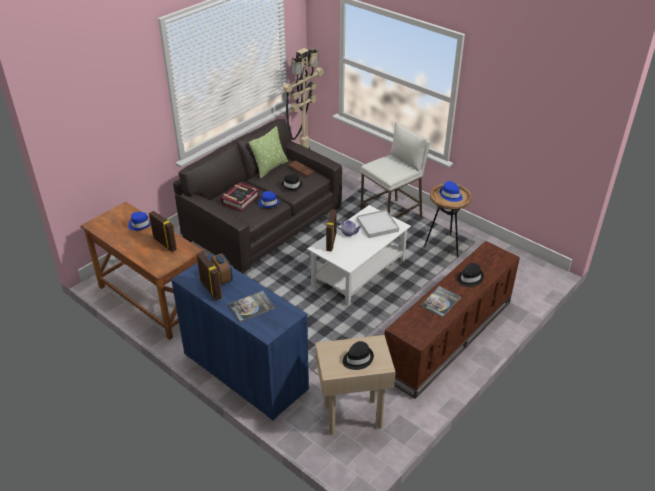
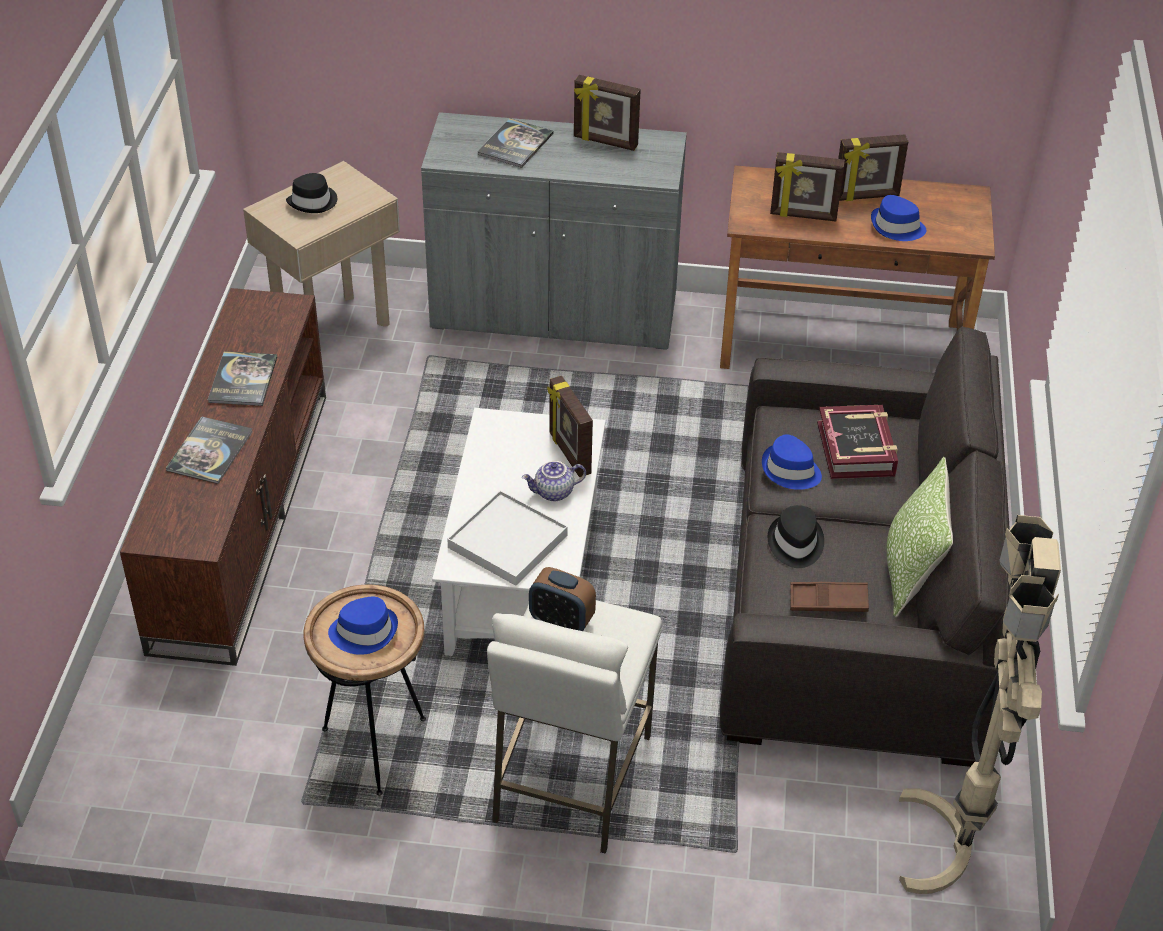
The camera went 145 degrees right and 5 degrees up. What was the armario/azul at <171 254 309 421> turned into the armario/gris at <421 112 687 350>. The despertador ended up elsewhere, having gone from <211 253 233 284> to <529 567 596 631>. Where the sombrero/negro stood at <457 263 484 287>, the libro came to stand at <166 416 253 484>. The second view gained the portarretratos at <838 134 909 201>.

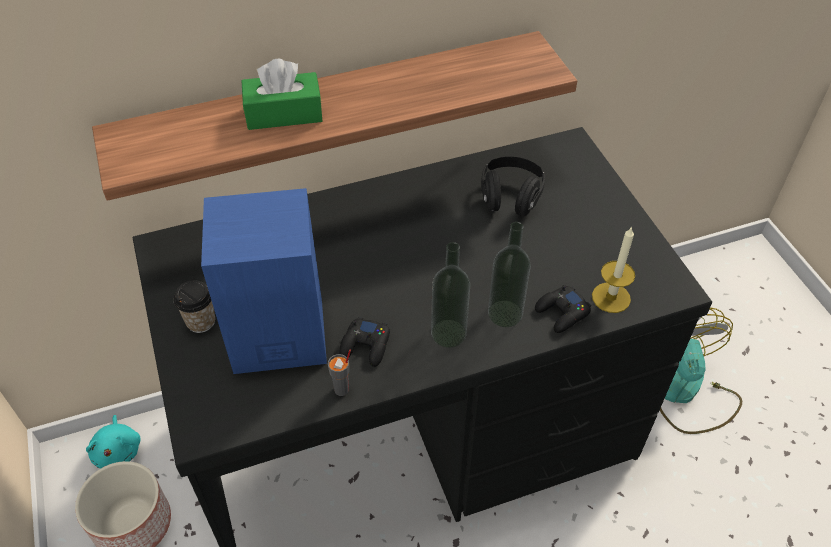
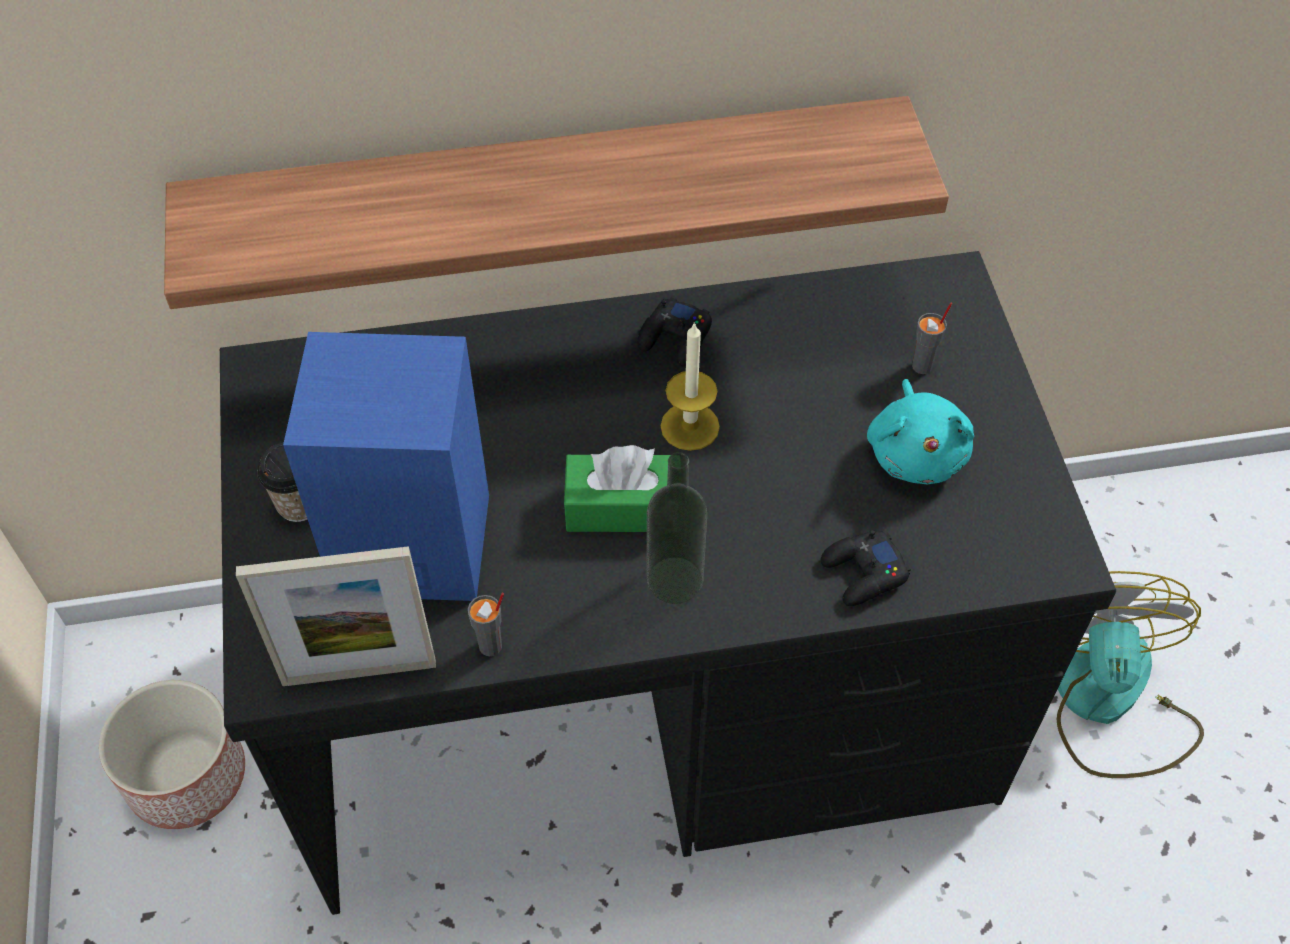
The camera went 10 degrees right and 5 degrees up. The peluche/turquesa ended up elsewhere, having gone from <86 415 140 468> to <867 379 974 484>. The caja de pañuelos/verde ended up elsewhere, having gone from <241 58 322 130> to <564 445 670 532>. The mando de consola/negro ended up elsewhere, having gone from <339 317 390 367> to <637 297 712 367>. The second view lost the auriculares/negro at <481 157 545 216>. The second view lost the botella at <488 222 531 327>. The vela ended up elsewhere, having gone from <592 226 635 313> to <661 322 720 451>. The second view gained the portarretratos at <236 546 436 686>. The second view gained the taza/gris at <912 303 952 374>.

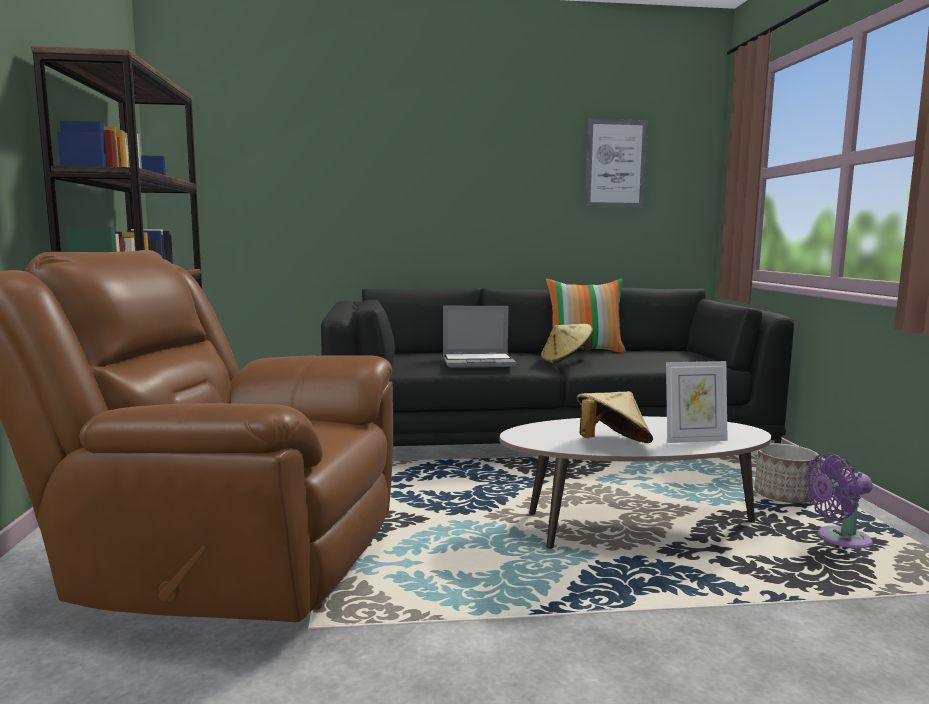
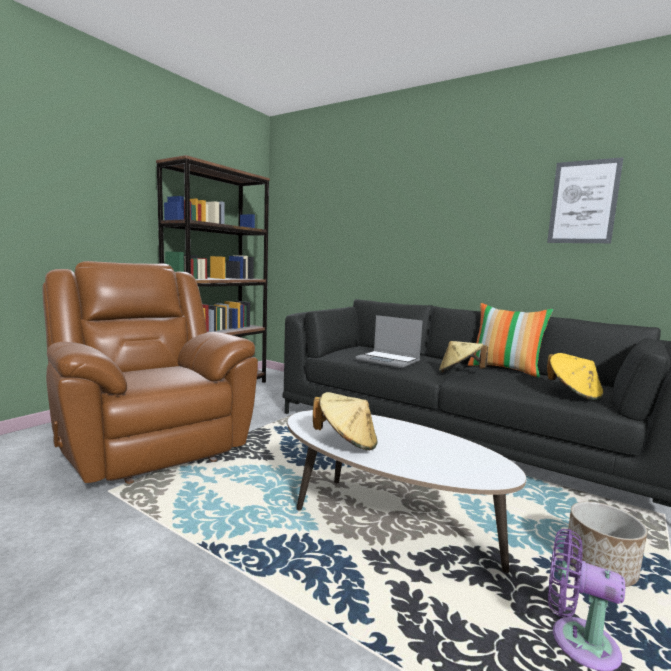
The camera went 40 degrees right and 0 degrees up. The second view lost the portarretratos at <666 361 728 443>. The second view gained the sombrero/amarillo at <547 353 603 400>.

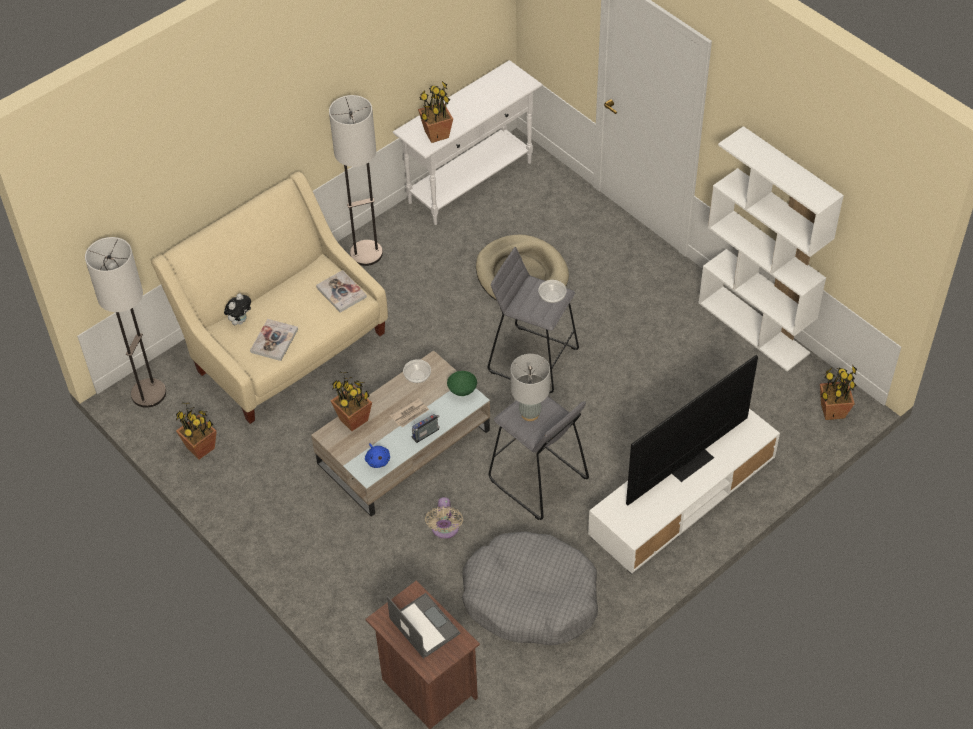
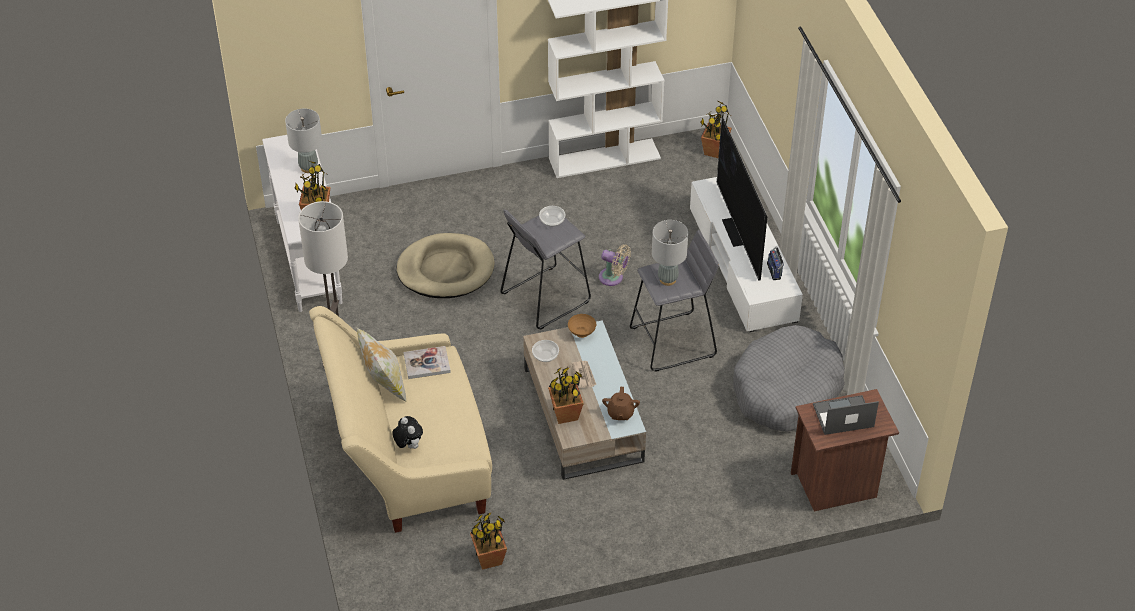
The camera went 65 degrees left and 5 degrees down. The second view lost the lámpara de pie at <85 237 166 408>. The second view lost the libro at <250 319 298 361>. Where the peluche/azul stood at <365 443 390 468>, the tetera/marrón came to stand at <602 386 640 420>. The radio ended up elsewhere, having gone from <412 414 440 443> to <767 246 784 280>. The ventilador/beis ended up elsewhere, having gone from <425 497 463 539> to <599 245 631 286>. What was the cuenco/verde at <447 371 477 396> turned into the cuenco/marrón at <568 314 596 338>. The second view gained the lámpara de mesa/gris at <285 109 322 173>. The second view gained the cojín at <357 328 406 402>.

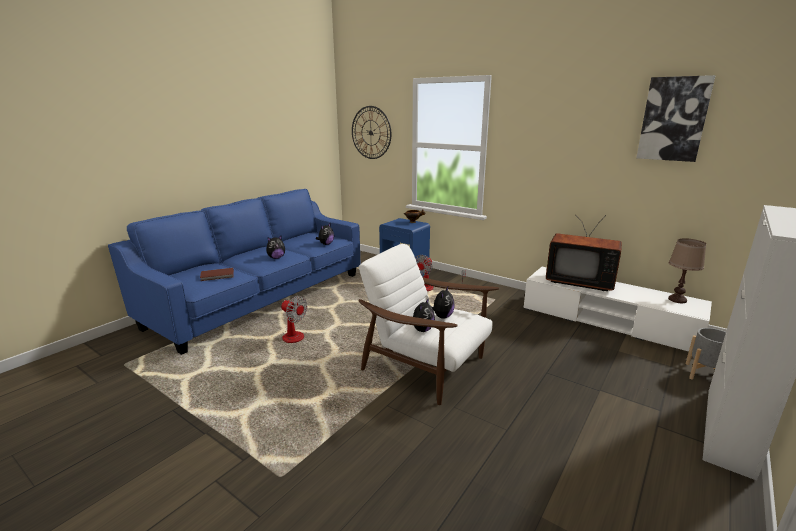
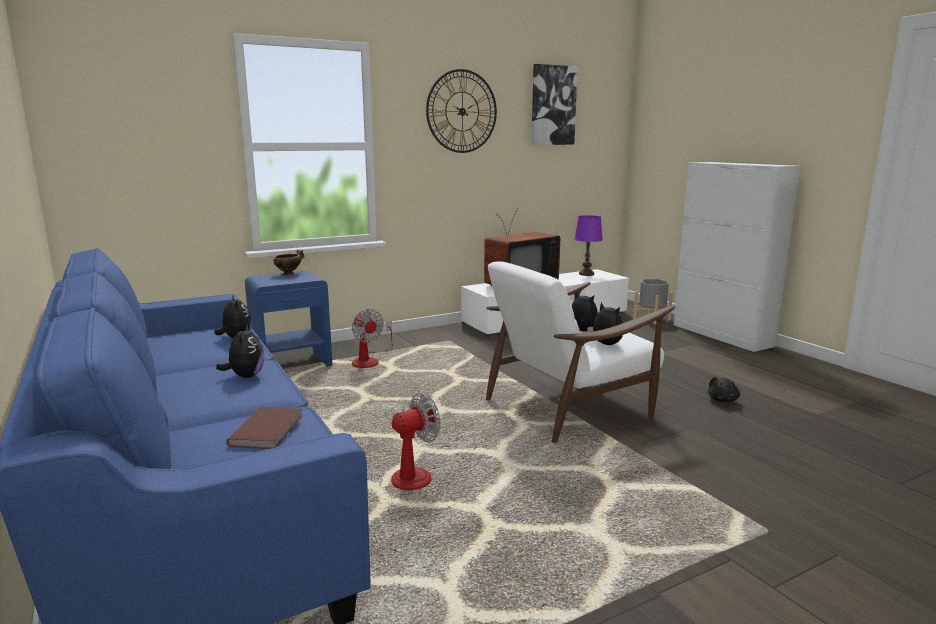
The camera went 65 degrees left and 5 degrees down. The reloj de pared ended up elsewhere, having gone from <352 106 391 159> to <426 69 497 153>. What was the lámpara de mesa/marrón at <668 238 706 303> turned into the lámpara de mesa/morado at <574 215 603 276>. The second view gained the peluche/negro at <708 377 740 402>.

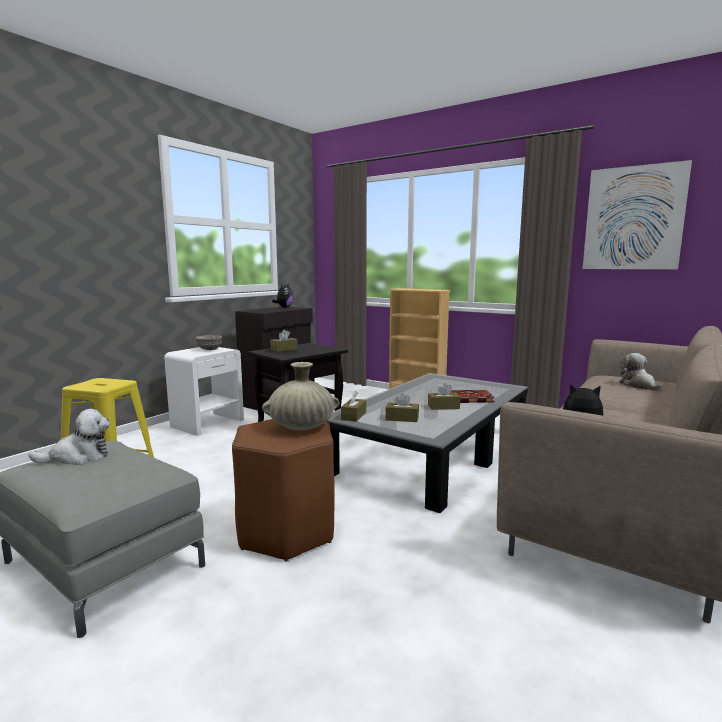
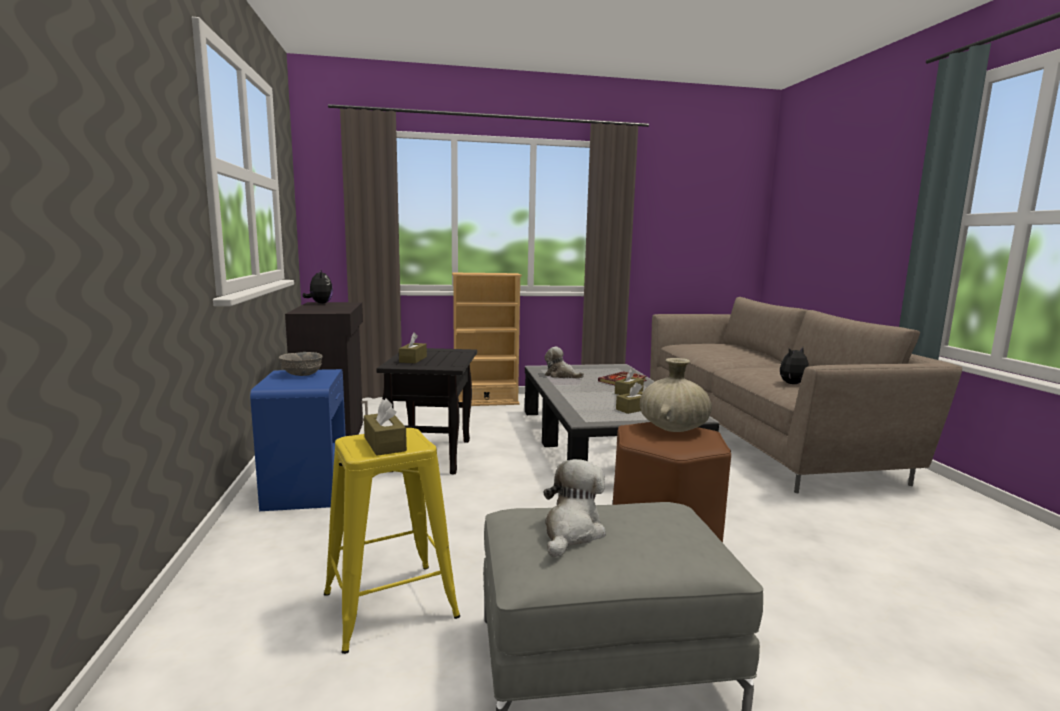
The camera went 45 degrees left and 0 degrees up. What was the mesita de noche/blanco at <164 347 244 436> turned into the mesita de noche/azul at <250 369 346 511>. The caja de pañuelos/marrón ended up elsewhere, having gone from <341 390 366 422> to <364 399 407 456>. The second view lost the cuadro at <583 160 692 269>. The peluche ended up elsewhere, having gone from <619 353 663 391> to <544 347 584 379>.

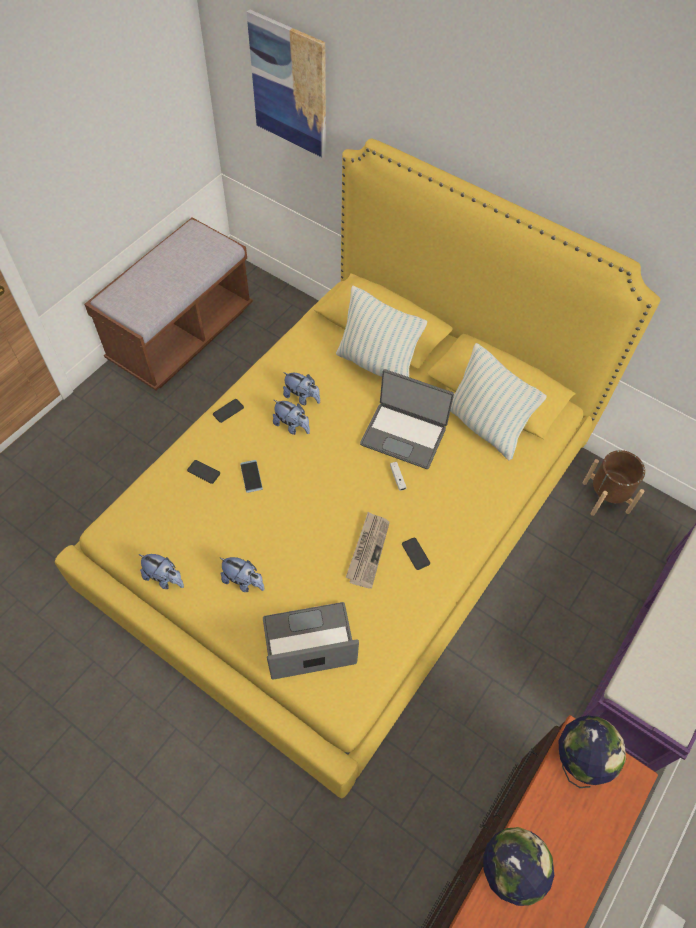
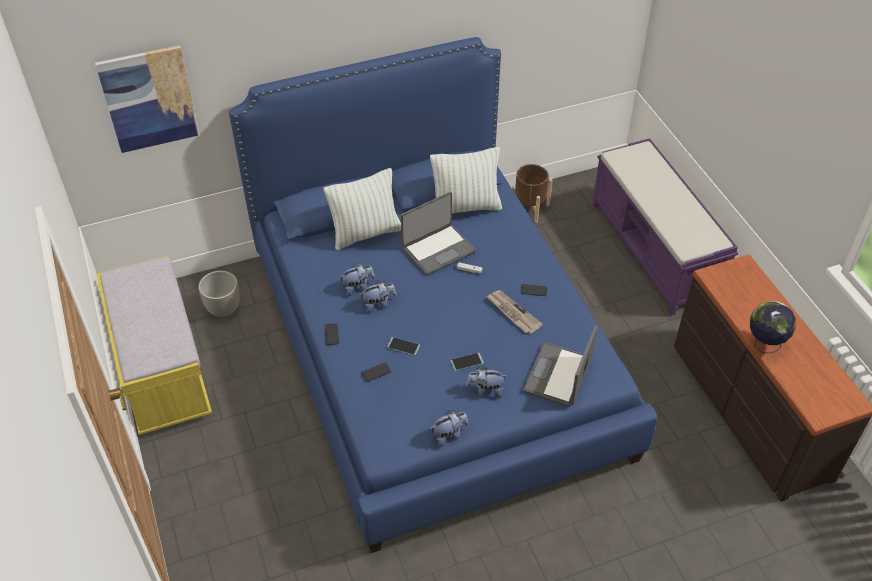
The camera went 55 degrees left and 10 degrees down. What was the cama/amarillo at <55 139 660 798> turned into the cama/azul at <229 37 657 553>. What was the banco/marrón at <84 217 253 390> turned into the banco/amarillo at <96 256 212 435>. The peluche at <220 557 264 592> ended up facing another way, 150 degrees counterclockwise from before. The second view lost the globo terráqueo at <558 716 626 788>. The second view gained the maceta at <198 271 240 317>. The second view gained the móvil at <450 353 484 371>.

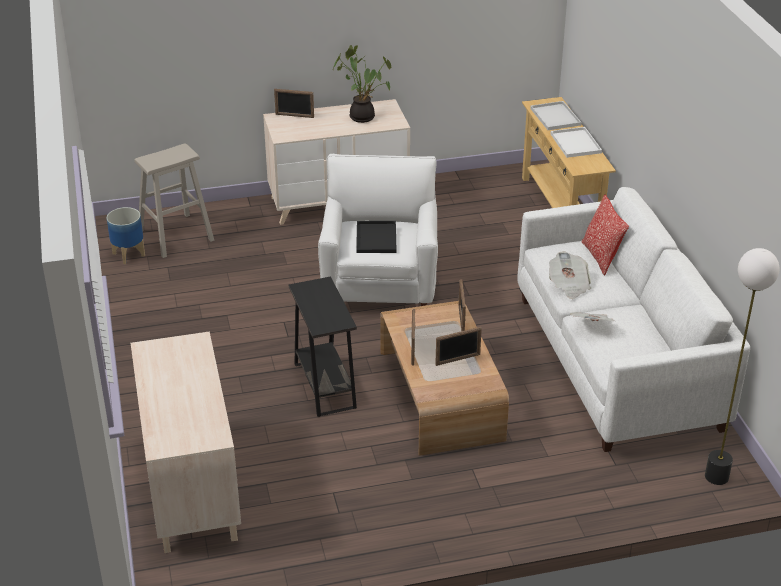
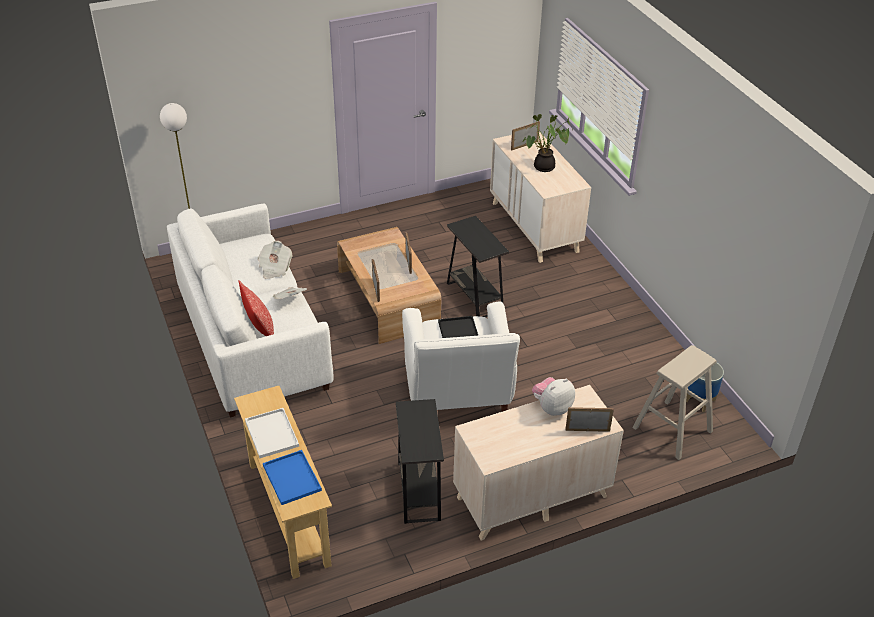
The camera went 170 degrees right and 5 degrees up. The planta en maceta ended up elsewhere, having gone from <333 45 391 123> to <522 114 571 172>. The portarretratos ended up elsewhere, having gone from <435 327 482 366> to <511 121 540 150>. What was the bandeja/blanco at <530 101 581 130> turned into the bandeja/azul at <263 450 322 505>. The second view gained the mesa auxiliar/negro at <396 399 444 524>. The second view gained the peluche at <532 377 575 416>.

